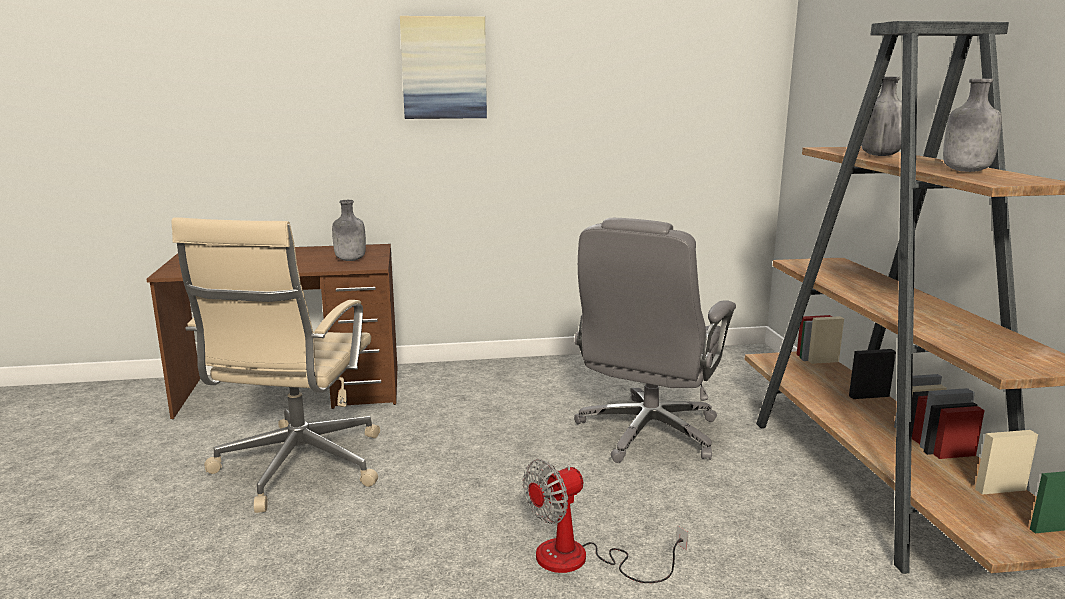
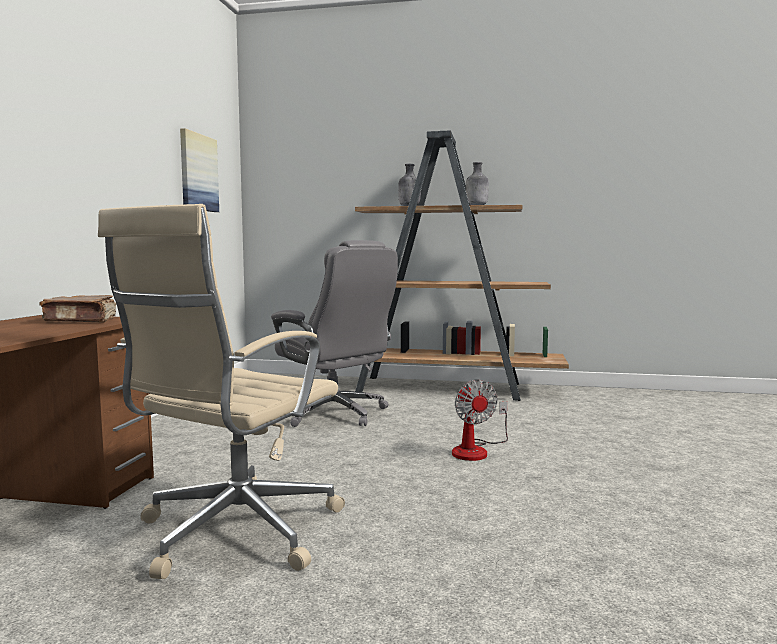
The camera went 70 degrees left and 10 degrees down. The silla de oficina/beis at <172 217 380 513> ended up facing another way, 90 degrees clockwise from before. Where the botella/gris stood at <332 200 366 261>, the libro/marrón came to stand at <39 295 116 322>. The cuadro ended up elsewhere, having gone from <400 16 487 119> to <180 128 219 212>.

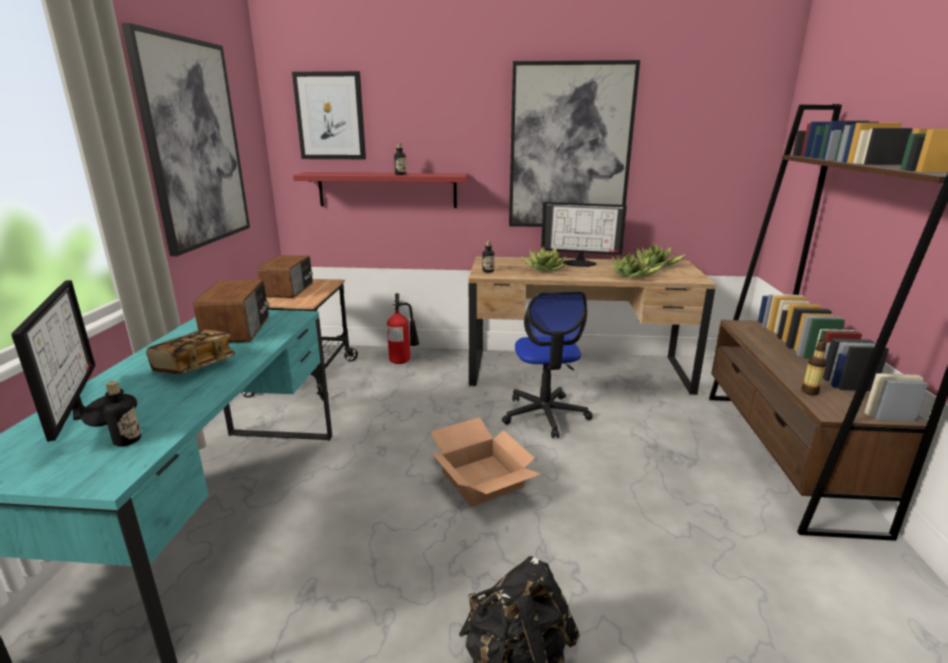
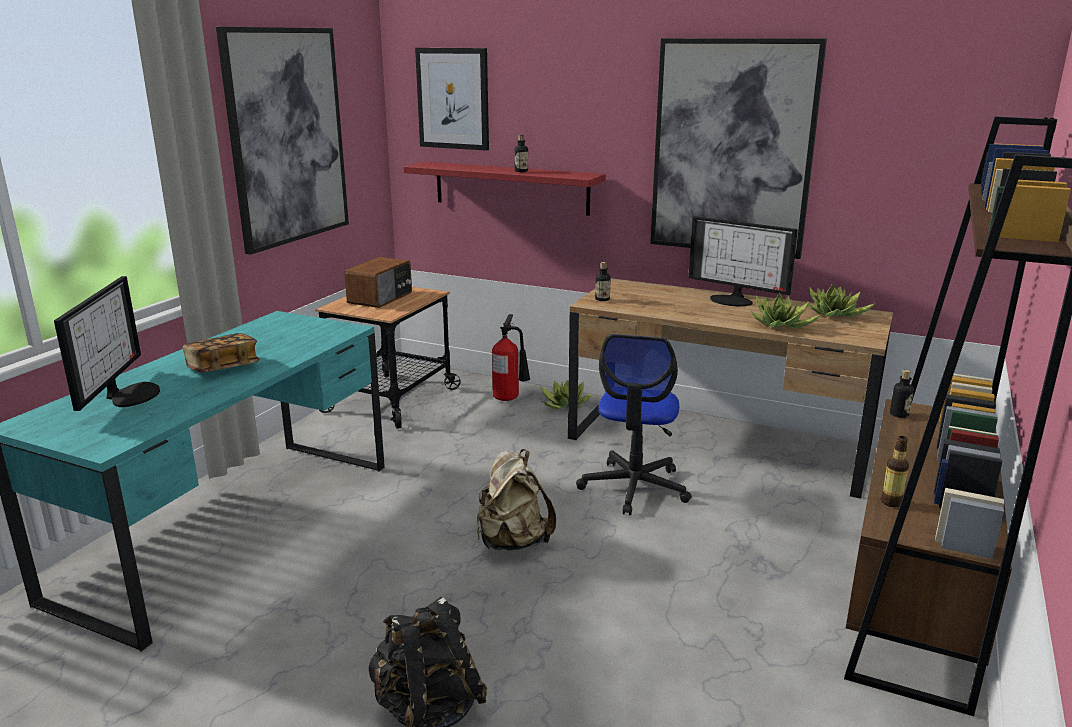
The camera went 20 degrees right and 0 degrees up. The botella ended up elsewhere, having gone from <103 381 141 446> to <890 370 914 418>. The second view lost the radio at <193 280 270 343>. Where the caja de cartón stood at <430 417 542 507>, the mochila/beis came to stand at <477 449 556 551>. The planta en maceta ended up elsewhere, having gone from <521 247 567 272> to <541 380 591 410>.

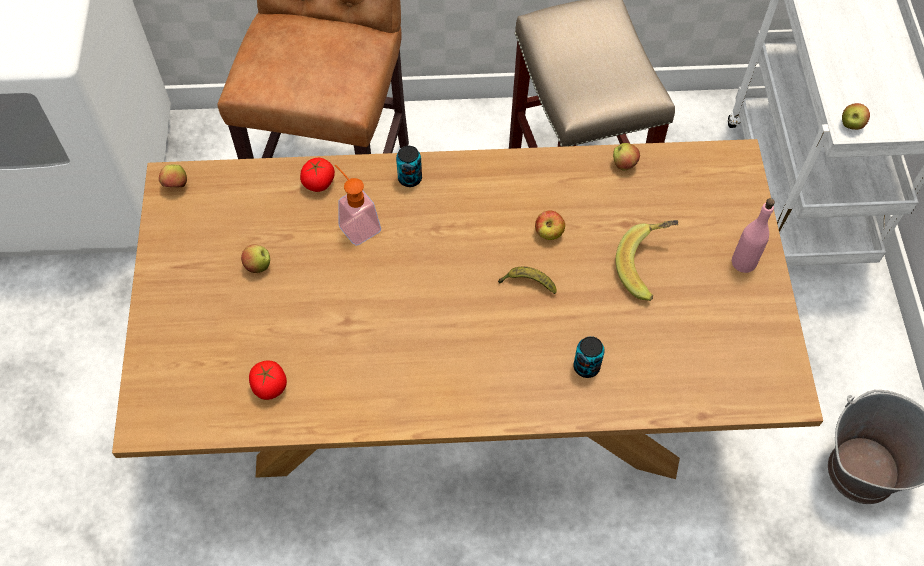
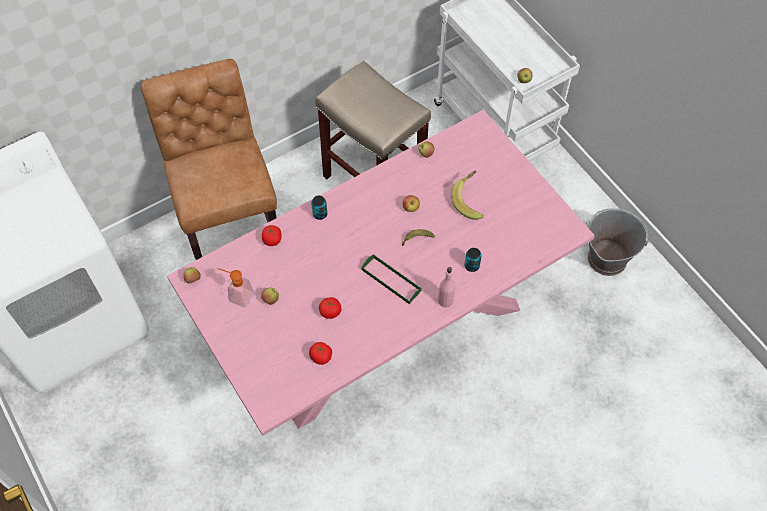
The camera went 30 degrees left and 0 degrees up. What was the mesa de comedor/marrón at <112 139 823 479> turned into the mesa de comedor/rosa at <167 110 595 436>. The dispensador de jabón ended up elsewhere, having gone from <335 165 381 246> to <218 268 254 308>. The botella/rosa ended up elsewhere, having gone from <732 198 775 273> to <438 267 455 308>. The second view gained the tomate at <319 297 341 319>. The second view gained the bandeja/verde at <361 254 421 304>.

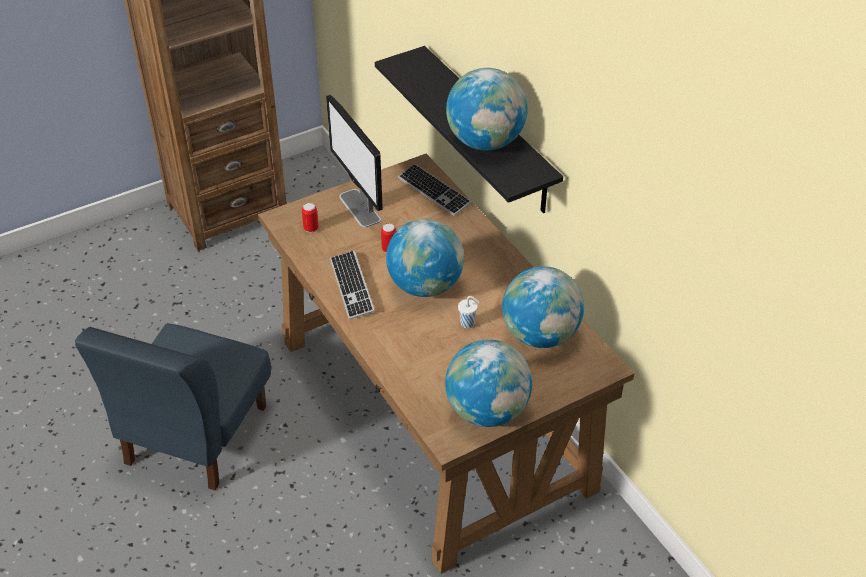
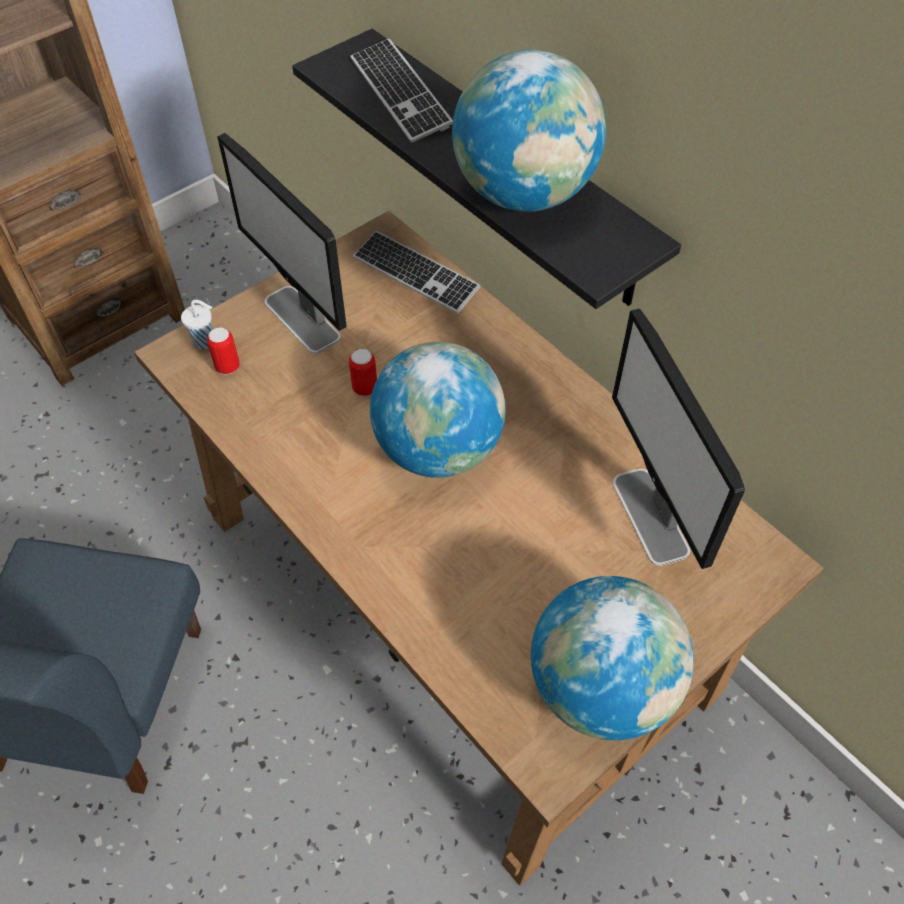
The camera went 10 degrees left and 10 degrees up. The teclado ended up elsewhere, having gone from <330 250 375 320> to <350 38 453 143>. The taza/blanco ended up elsewhere, having gone from <458 296 480 329> to <181 300 212 349>. Where the globo terráqueo stood at <502 266 584 348>, the monitor came to stand at <612 308 745 569>.

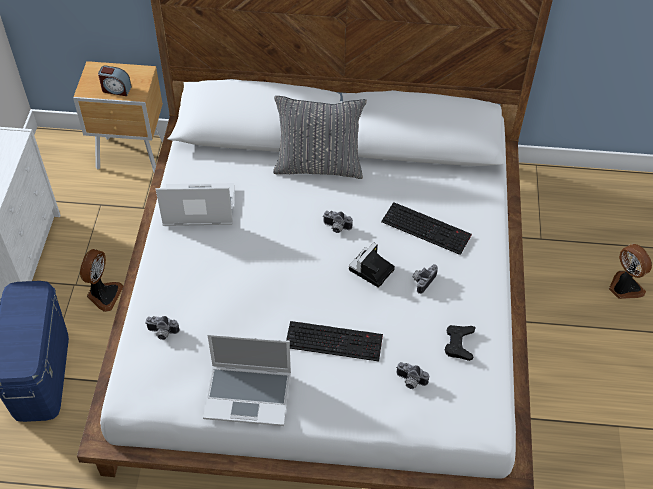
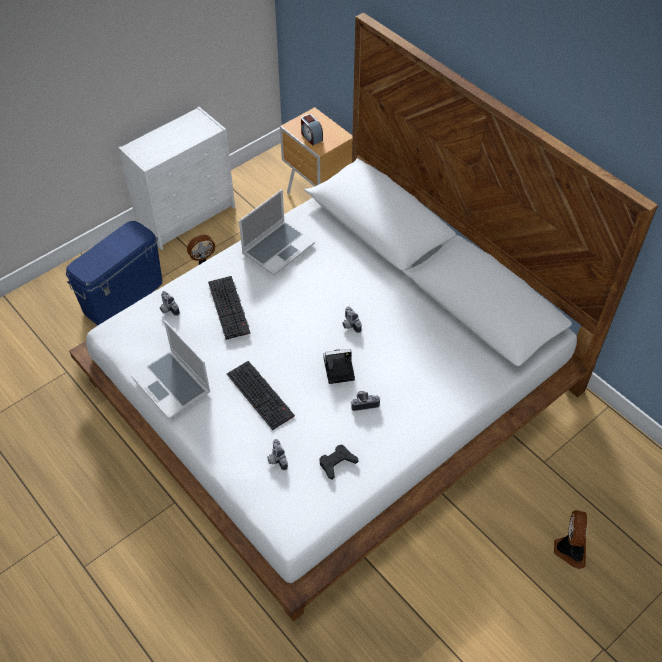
The camera went 45 degrees right and 0 degrees up. The portátil at <156 183 234 226> ended up facing another way, 90 degrees clockwise from before. The second view lost the cojín/gris at <273 96 367 179>. The teclado ended up elsewhere, having gone from <381 202 472 255> to <208 276 250 340>.

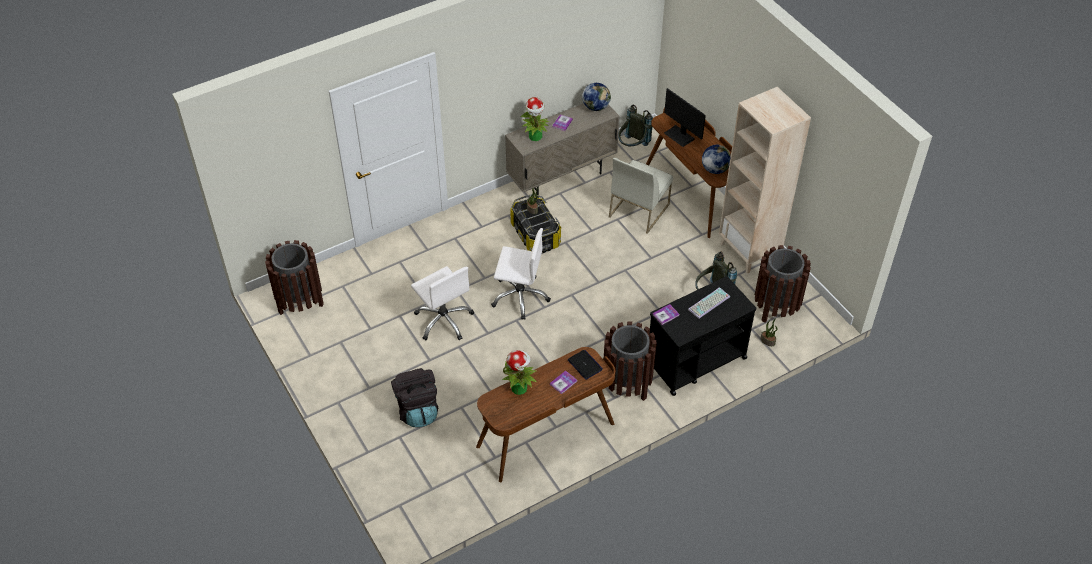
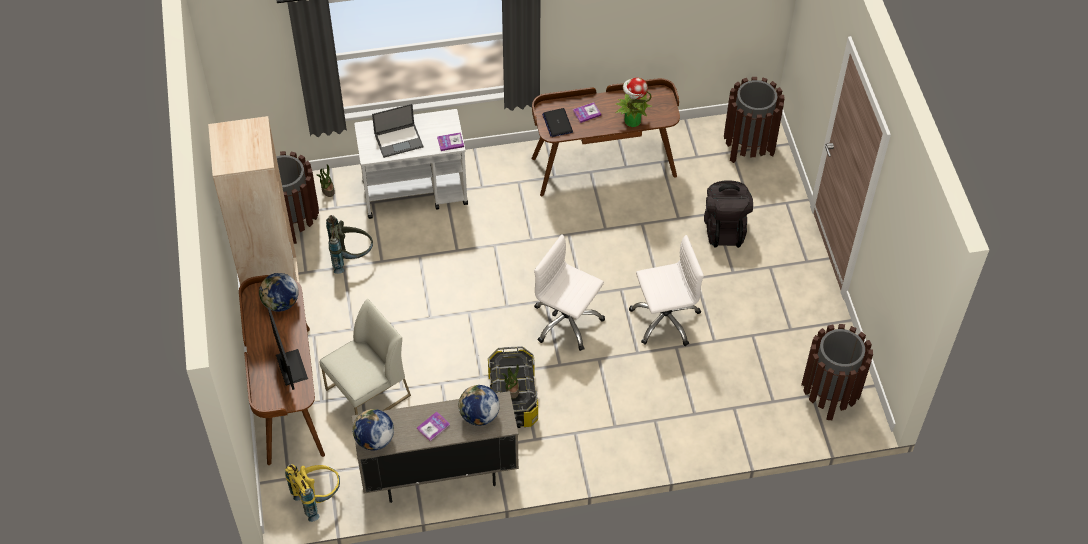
The camera went 160 degrees left and 5 degrees up. The silla de oficina/blanco at <411 266 474 340> ended up facing another way, 90 degrees clockwise from before. Where the planta en maceta stood at <520 97 549 141>, the globo terráqueo came to stand at <459 385 500 426>. The papelera/marrón ended up elsewhere, having gone from <604 321 656 401> to <724 77 785 163>. What was the mochila/gris at <618 105 653 146> turned into the mochila/amarillo at <285 464 340 522>. What was the carrito/negro at <649 276 756 396> turned into the carrito/blanco at <354 109 468 219>. Where the teclado stood at <688 287 730 319>, the portátil came to stand at <372 104 423 158>.

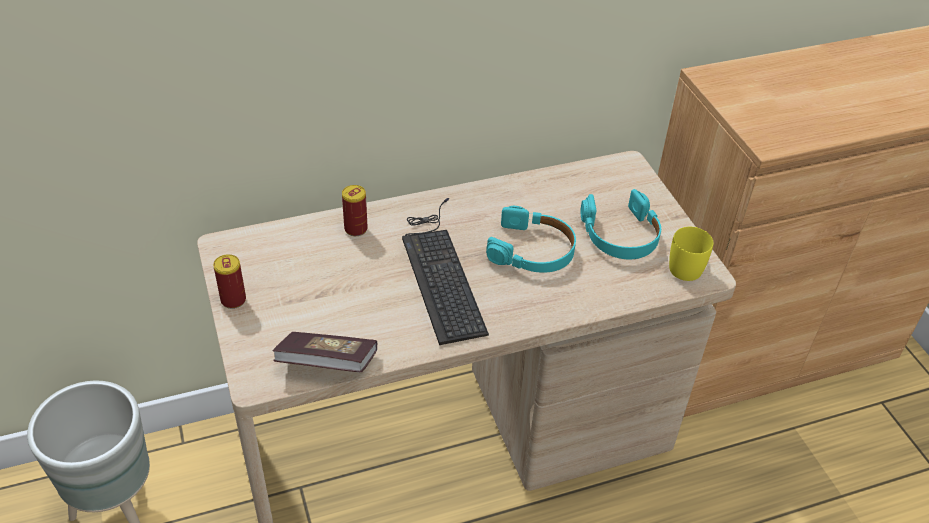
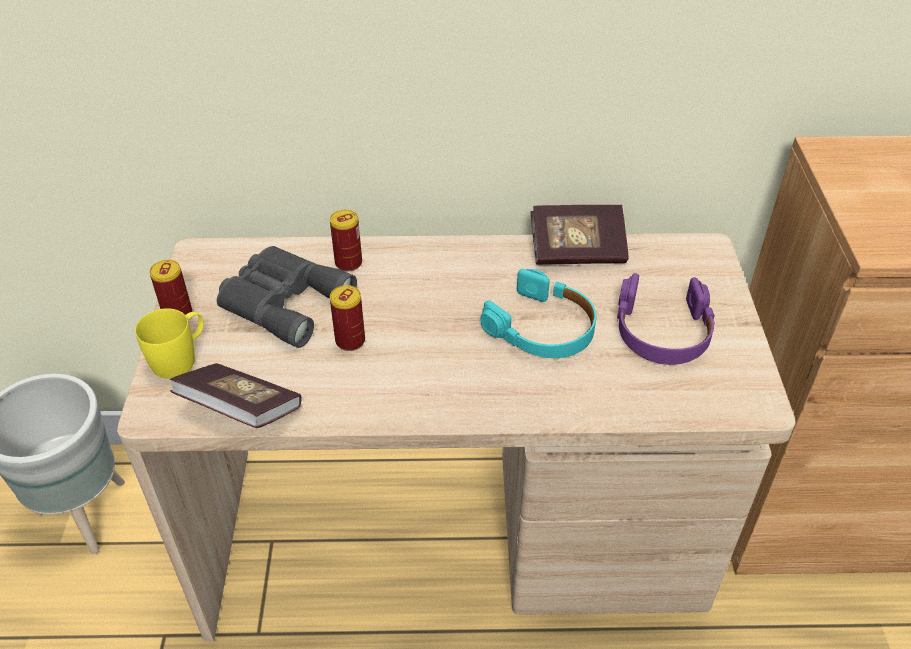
The camera went 20 degrees right and 0 degrees up. The second view lost the teclado at <402 198 489 345>. What was the auriculares/turquesa at <581 189 661 260> turned into the auriculares/morado at <617 273 715 365>. The taza grande/amarillo ended up elsewhere, having gone from <669 227 714 281> to <135 308 204 379>. The second view gained the prismáticos/gris at <217 246 357 348>. The second view gained the lata at <330 285 365 351>. The second view gained the libro at <531 205 629 265>.

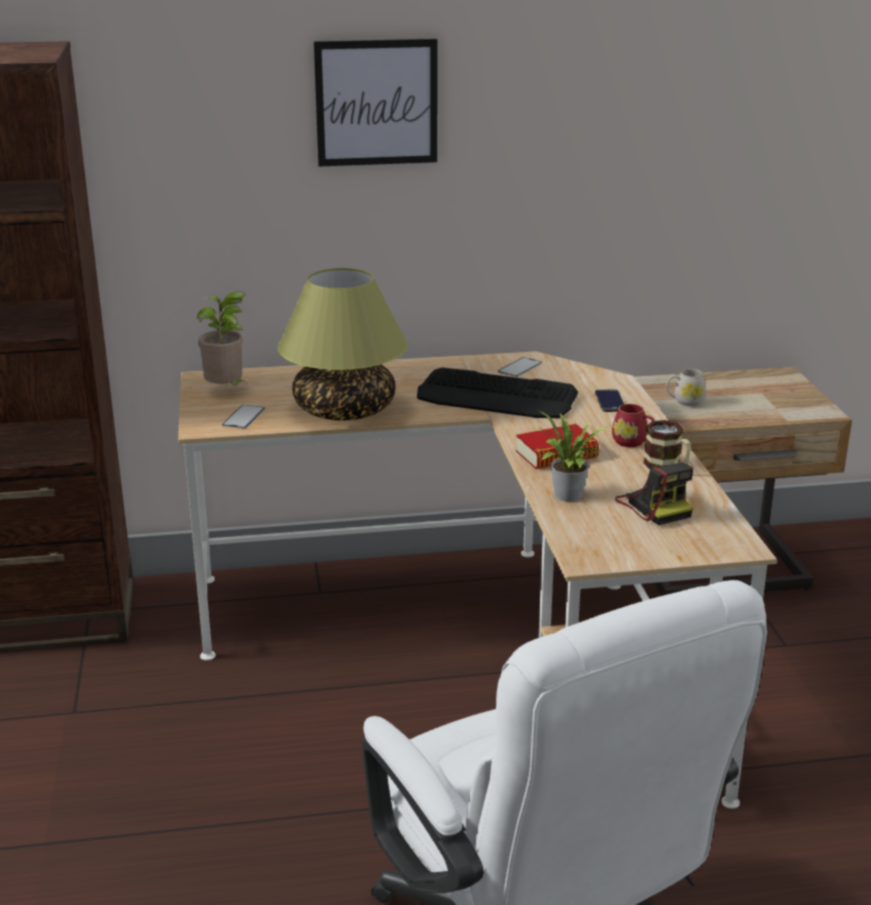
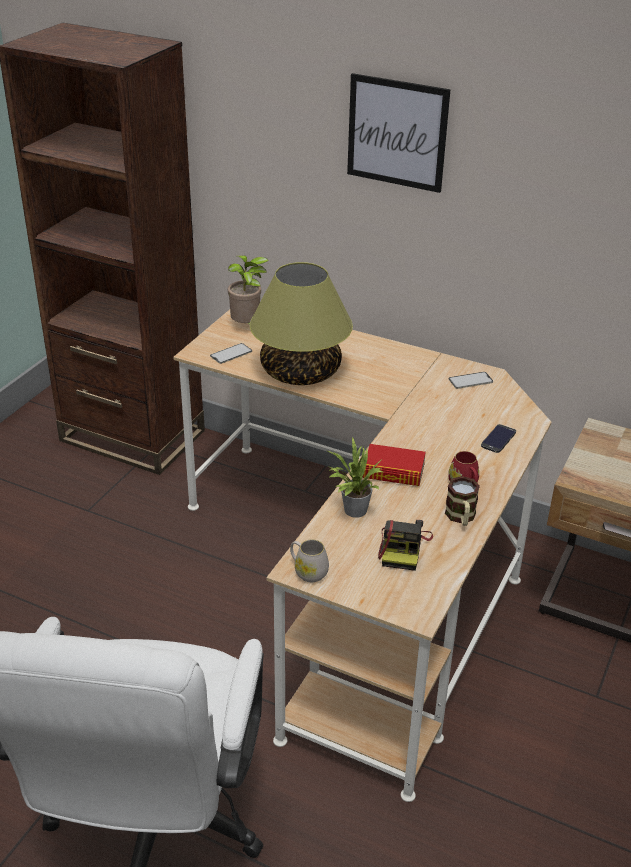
The camera went 35 degrees right and 10 degrees up. The second view lost the teclado at <417 368 578 418>. The taza grande/blanco ended up elsewhere, having gone from <667 369 706 407> to <290 539 329 582>.

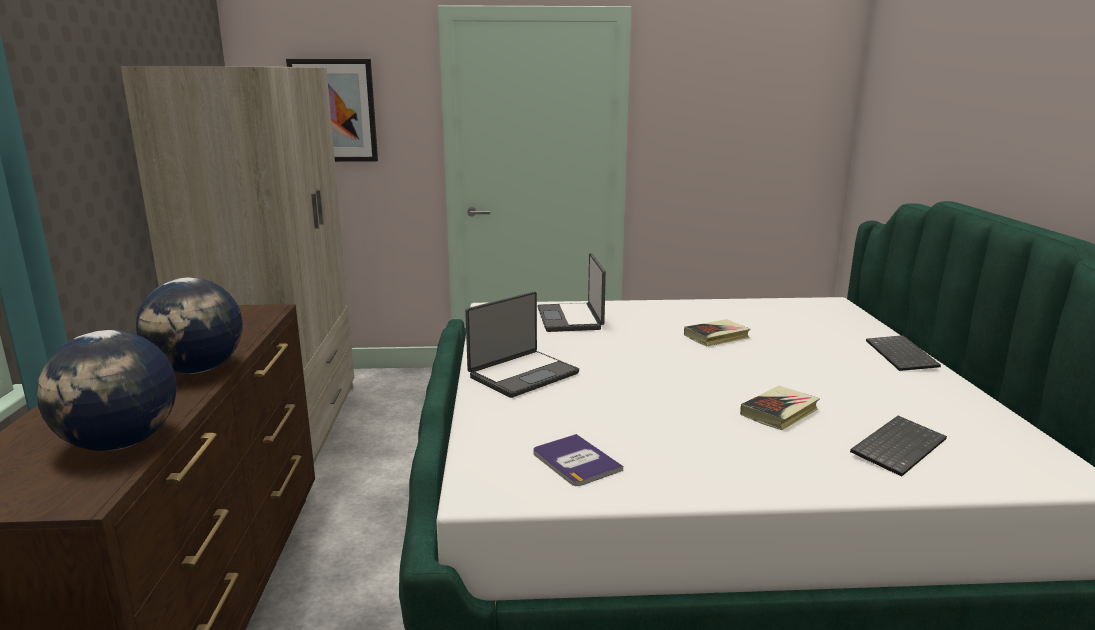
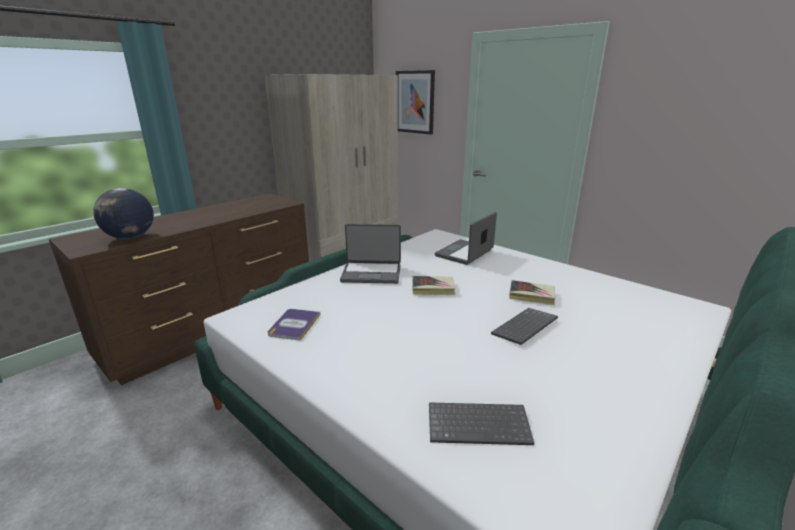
The camera went 45 degrees right and 5 degrees up. The second view lost the globo terráqueo at <136 278 243 374>. The libro ended up elsewhere, having gone from <740 386 820 430> to <412 276 455 295>. The teclado ended up elsewhere, having gone from <866 335 941 371> to <491 308 558 345>.

